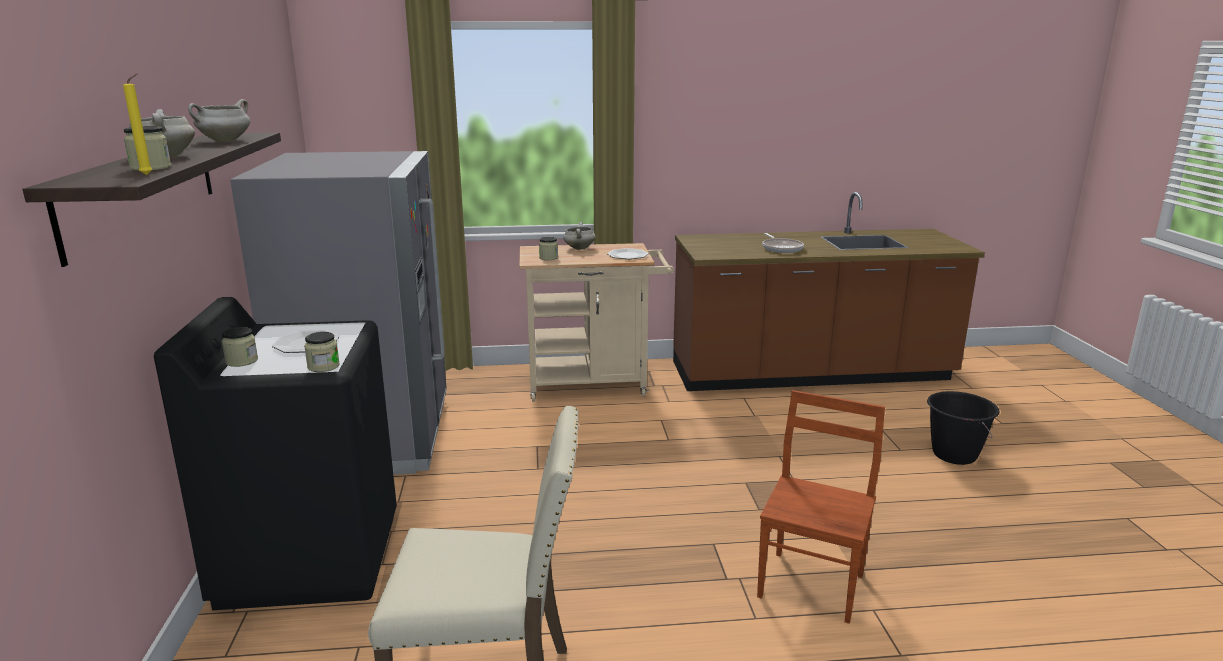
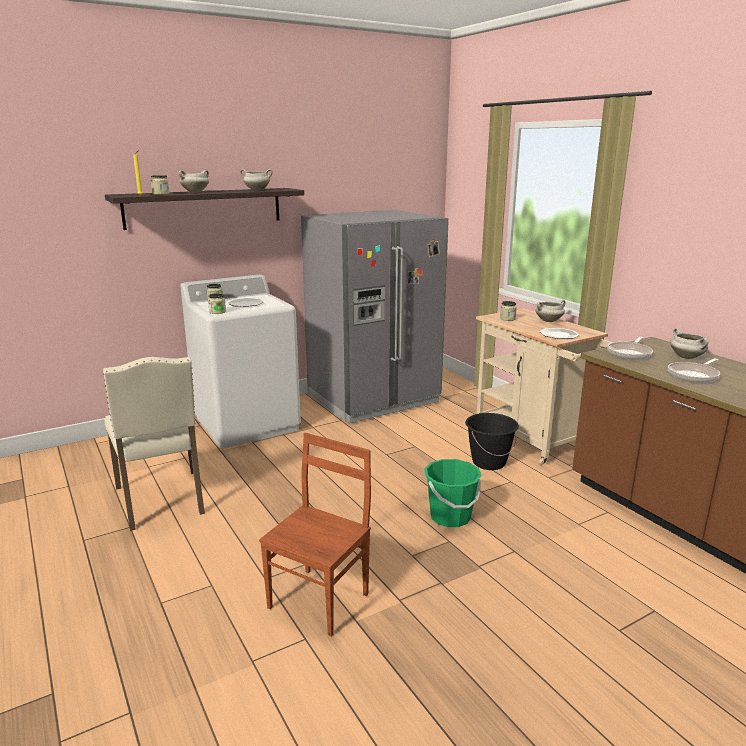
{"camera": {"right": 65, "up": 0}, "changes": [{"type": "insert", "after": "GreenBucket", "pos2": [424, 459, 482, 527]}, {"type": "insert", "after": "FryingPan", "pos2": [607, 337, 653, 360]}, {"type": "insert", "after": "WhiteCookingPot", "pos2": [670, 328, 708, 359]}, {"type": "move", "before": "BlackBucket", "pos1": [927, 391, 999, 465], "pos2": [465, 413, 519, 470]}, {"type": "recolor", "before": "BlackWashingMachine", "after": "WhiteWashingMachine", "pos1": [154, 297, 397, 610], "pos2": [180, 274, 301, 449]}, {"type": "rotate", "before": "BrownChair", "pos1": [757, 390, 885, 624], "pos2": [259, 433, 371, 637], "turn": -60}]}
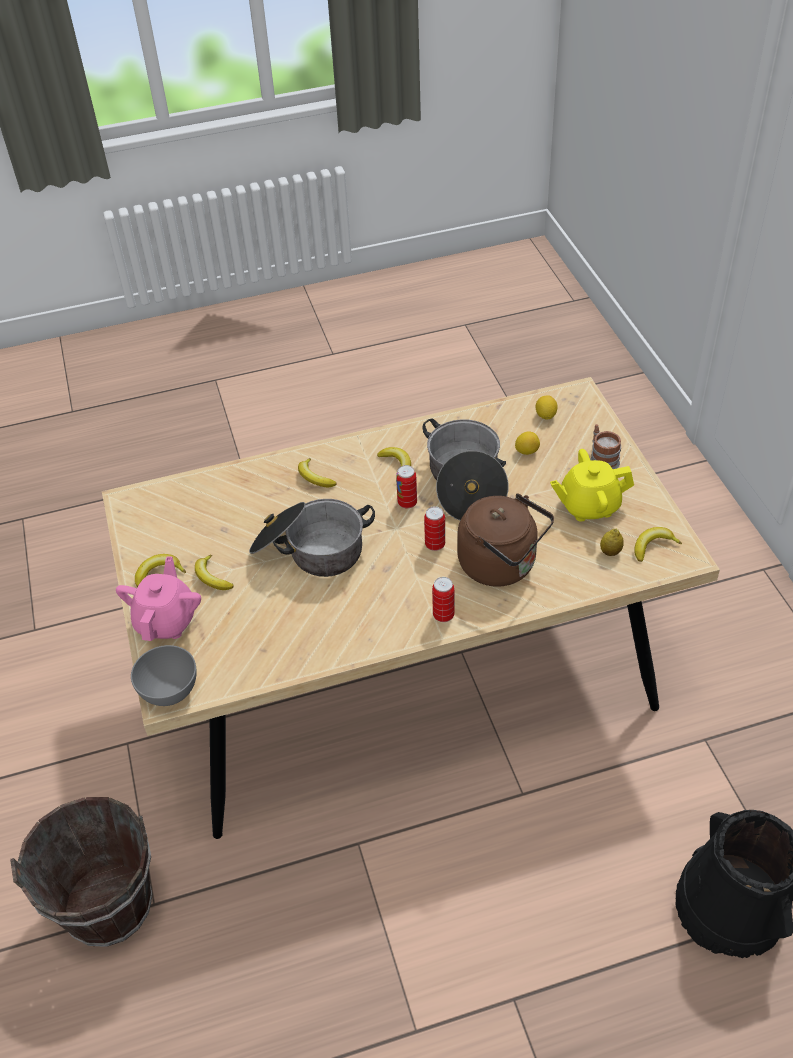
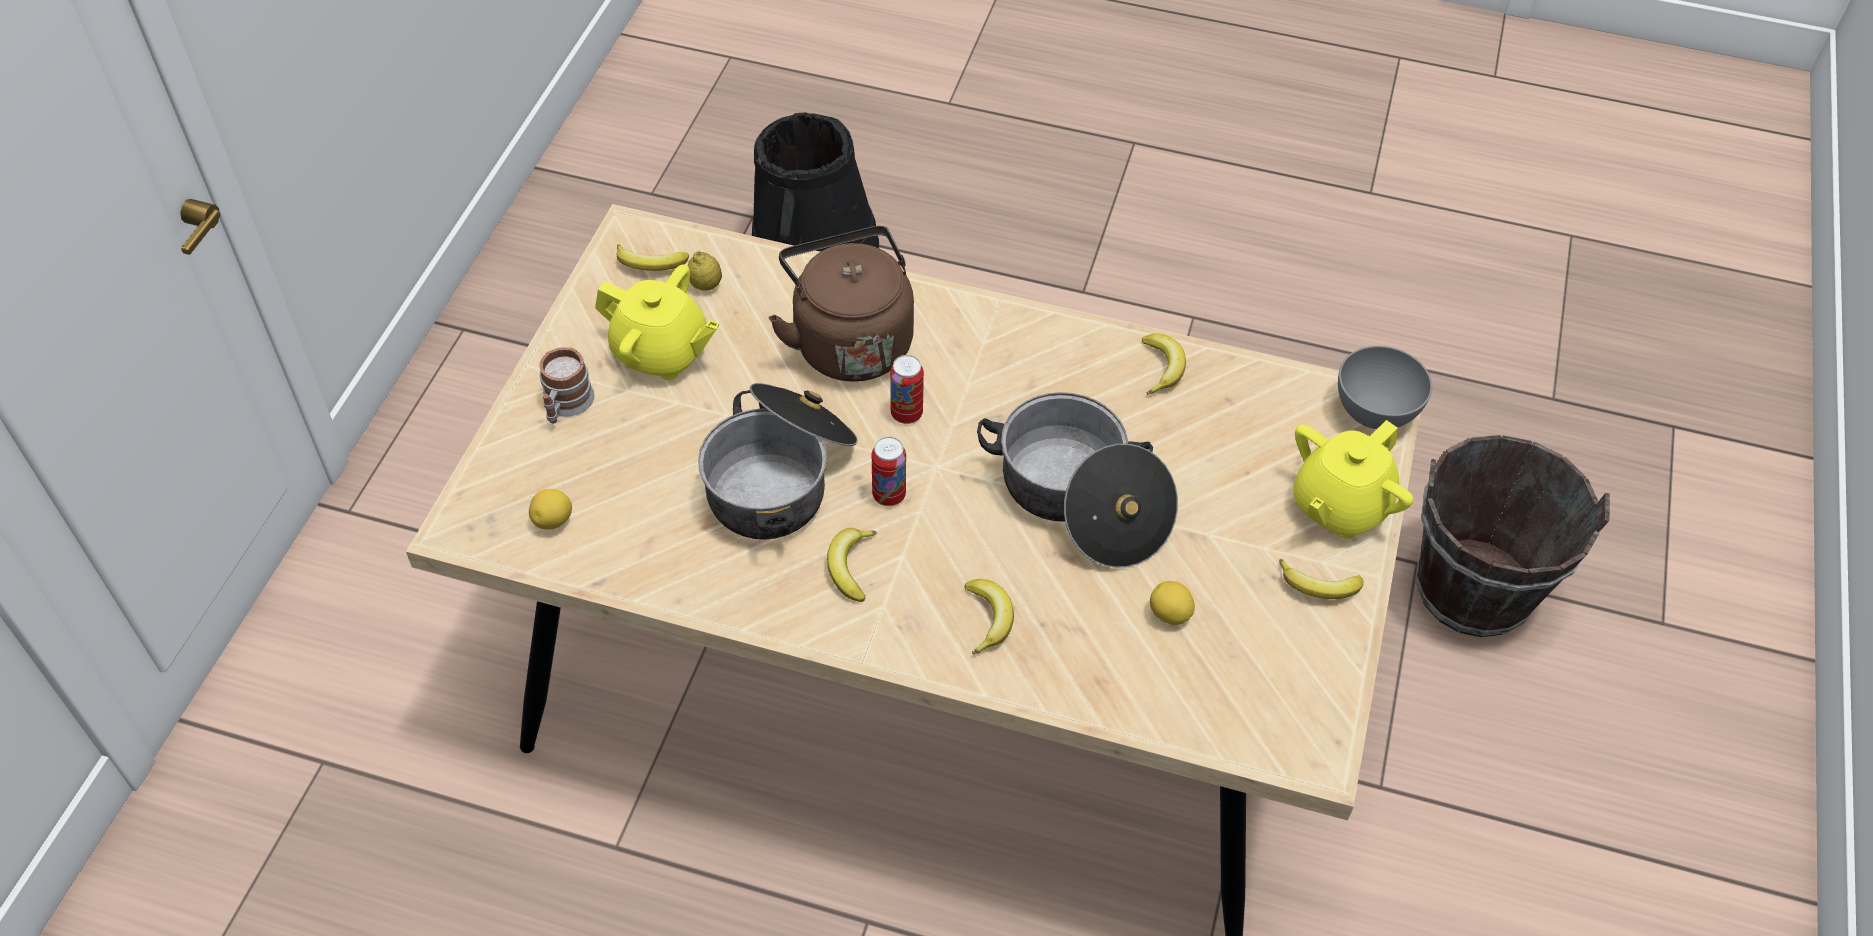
{"camera": {"right": -150, "up": 5}, "changes": [{"type": "delete", "before": "Can", "pos1": [432, 577, 455, 622]}, {"type": "move", "before": "Banana", "pos1": [195, 555, 234, 590], "pos2": [1142, 334, 1186, 394]}, {"type": "move", "before": "Lemon", "pos1": [515, 432, 540, 455], "pos2": [1150, 581, 1195, 625]}, {"type": "recolor", "before": "PinkTeapot", "after": "YellowTeapot", "pos1": [116, 556, 201, 641], "pos2": [1293, 420, 1414, 539]}]}
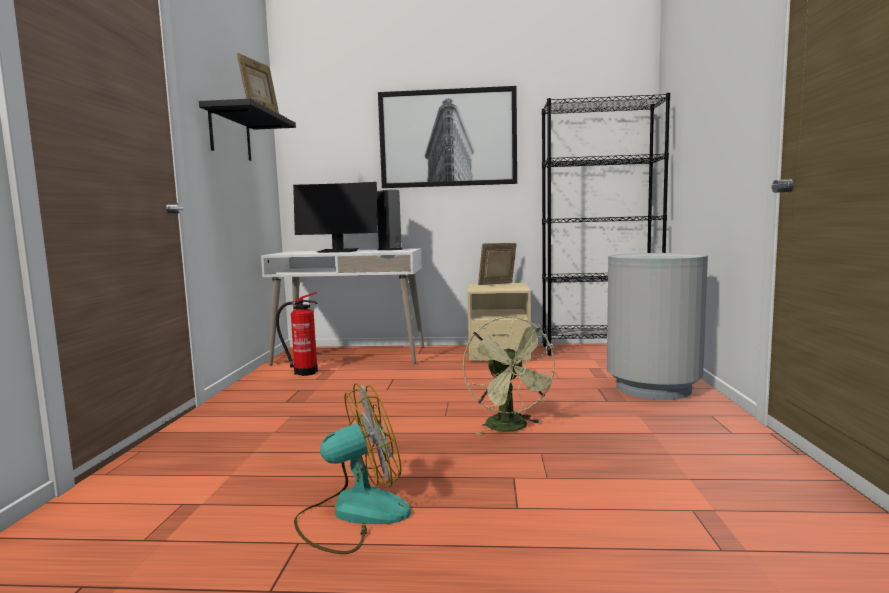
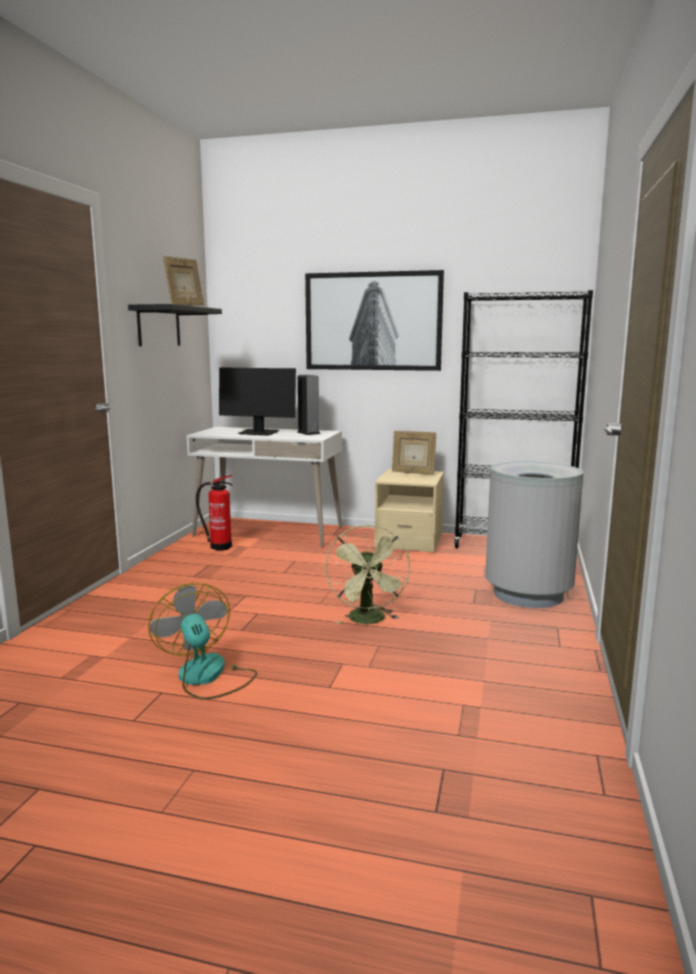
{"camera": {"right": 10, "up": 5}, "changes": [{"type": "rotate", "before": "Fan", "pos1": [294, 383, 411, 554], "pos2": [148, 583, 257, 700], "turn": -105}, {"type": "rotate", "before": "PictureFrame", "pos1": [478, 243, 517, 285], "pos2": [392, 431, 436, 475], "turn": -120}]}
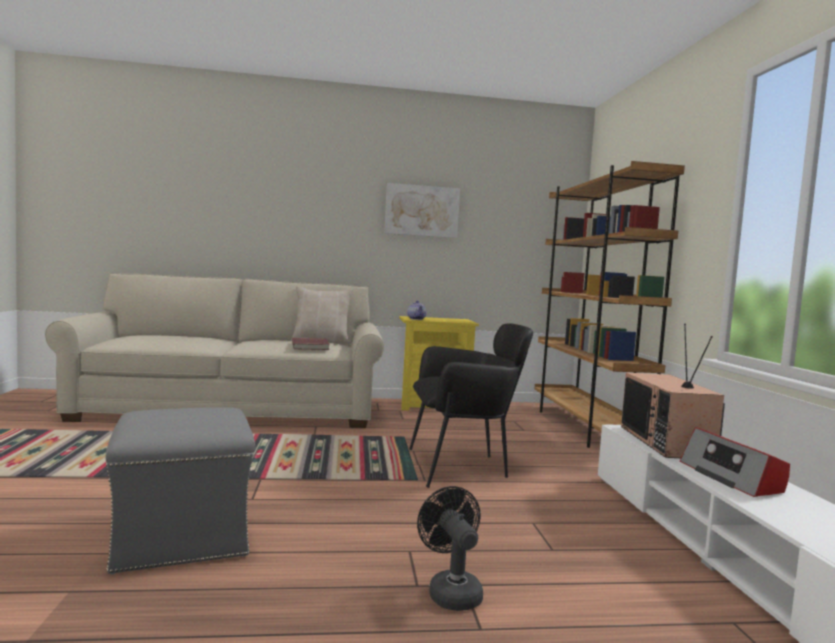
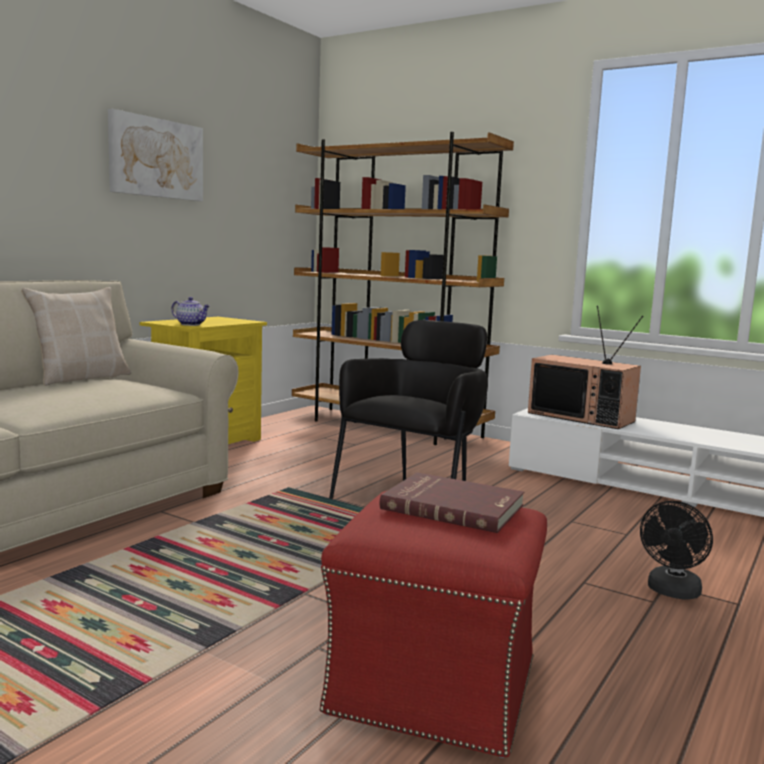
{"camera": {"right": -50, "up": 5}, "changes": [{"type": "delete", "before": "Radio", "pos1": [680, 427, 790, 497]}, {"type": "move", "before": "RedBook", "pos1": [292, 338, 330, 350], "pos2": [380, 473, 524, 533]}, {"type": "recolor", "before": "GreyOttoman", "after": "RedOttoman", "pos1": [105, 407, 255, 574], "pos2": [320, 491, 547, 758]}, {"type": "rotate", "before": "BlackFan", "pos1": [417, 486, 483, 611], "pos2": [640, 501, 713, 600], "turn": -75}]}
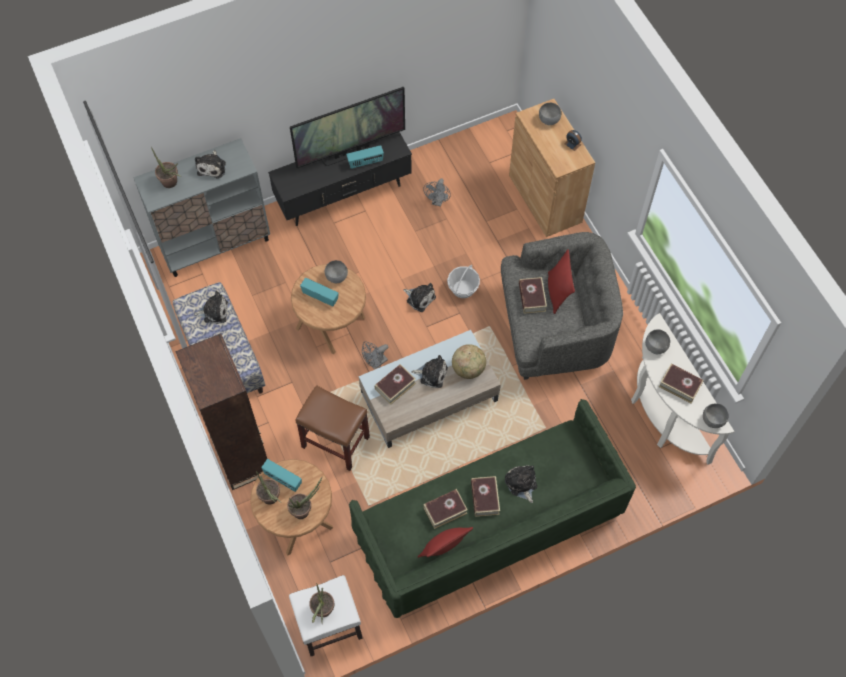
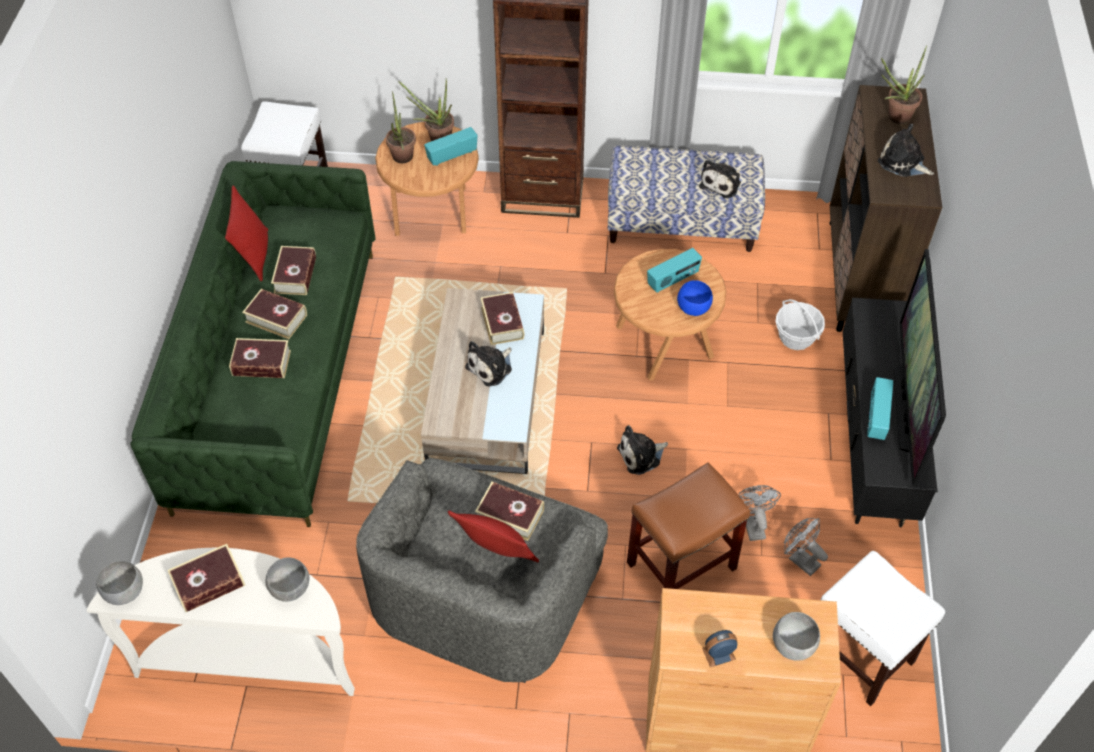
{"camera": {"right": 120, "up": -10}, "changes": [{"type": "delete", "before": "PottedPlant", "pos1": [309, 583, 334, 624]}, {"type": "delete", "before": "Globe", "pos1": [452, 344, 486, 379]}, {"type": "insert", "after": "WhiteStool", "pos2": [821, 551, 945, 706]}, {"type": "move", "before": "BrownStool", "pos1": [295, 385, 370, 471], "pos2": [627, 462, 750, 589]}, {"type": "move", "before": "GreyFan", "pos1": [362, 342, 388, 370], "pos2": [738, 485, 781, 541]}, {"type": "move", "before": "Basket", "pos1": [447, 265, 480, 298], "pos2": [775, 299, 825, 350]}, {"type": "replace", "before": "PlushToy", "after": "Book", "pos1": [505, 465, 537, 503], "pos2": [229, 338, 291, 378]}, {"type": "recolor", "before": "GreyCabinet", "after": "BrownCabinet", "pos1": [134, 138, 270, 277], "pos2": [829, 85, 942, 332]}, {"type": "recolor", "before": "GreyBowl", "after": "BlueBowl", "pos1": [325, 260, 348, 283], "pos2": [677, 280, 713, 316]}]}
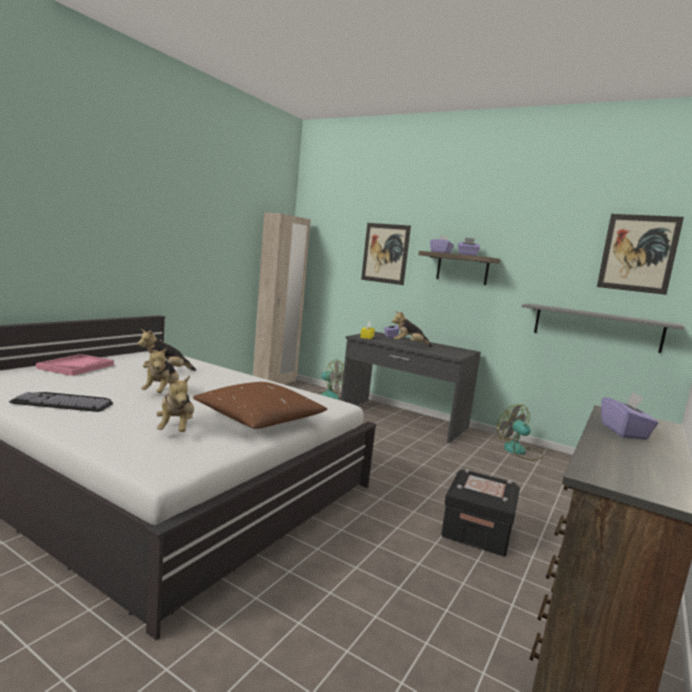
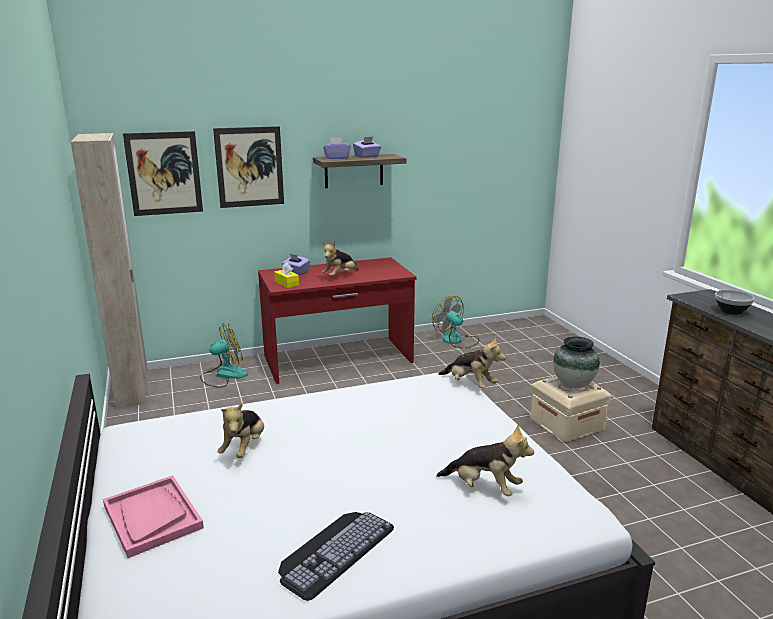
{"camera": {"right": -50, "up": 10}, "changes": [{"type": "delete", "before": "BrownPillow", "pos1": [193, 382, 327, 429]}, {"type": "delete", "before": "GreyShelf", "pos1": [522, 303, 684, 353]}, {"type": "insert", "after": "Vase", "pos2": [553, 336, 600, 388]}, {"type": "move", "before": "PlushToy", "pos1": [141, 347, 179, 393], "pos2": [438, 337, 506, 388]}, {"type": "move", "before": "Picture", "pos1": [597, 214, 684, 295], "pos2": [123, 131, 203, 216]}, {"type": "replace", "before": "PurpleTissueBox", "after": "Bowl", "pos1": [601, 392, 658, 440], "pos2": [715, 290, 755, 315]}, {"type": "recolor", "before": "GreyDesk", "after": "RedDesk", "pos1": [341, 331, 481, 444], "pos2": [258, 257, 416, 384]}, {"type": "recolor", "before": "BlackStorageBox", "after": "BeigeStorageBox", "pos1": [441, 469, 520, 556], "pos2": [530, 376, 611, 442]}, {"type": "rotate", "before": "Fan", "pos1": [497, 404, 543, 461], "pos2": [432, 296, 479, 349], "turn": 45}]}
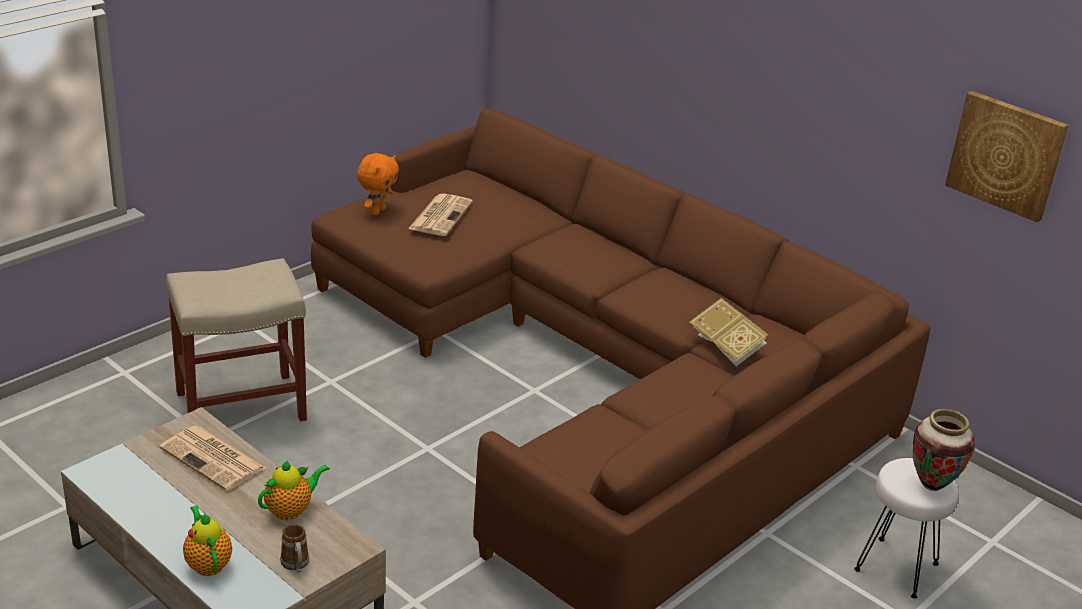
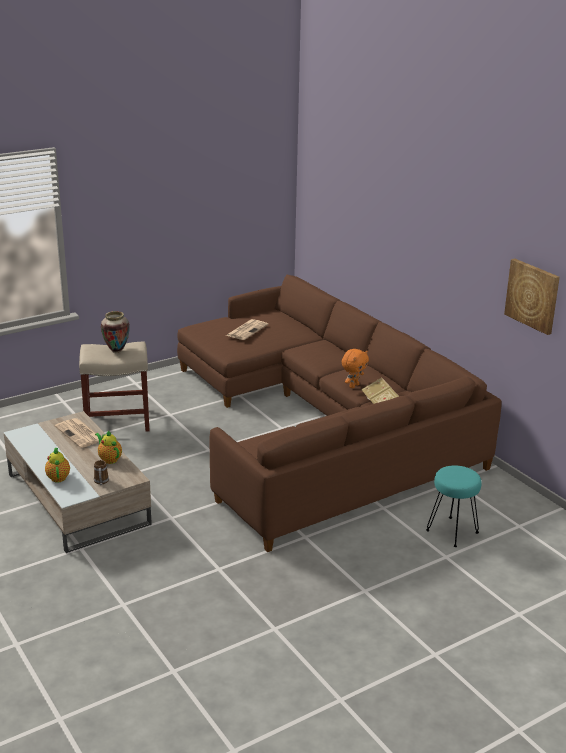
{"camera": {"right": 15, "up": -5}, "changes": [{"type": "move", "before": "OrangePlushToy", "pos1": [357, 153, 399, 215], "pos2": [342, 349, 369, 388]}, {"type": "move", "before": "Vase", "pos1": [913, 409, 975, 491], "pos2": [101, 311, 130, 353]}, {"type": "recolor", "before": "WhiteStool", "after": "TurquoiseStool", "pos1": [854, 458, 959, 598], "pos2": [426, 465, 482, 547]}, {"type": "rotate", "before": "Teapot", "pos1": [258, 460, 330, 520], "pos2": [95, 430, 122, 464], "turn": -105}]}
